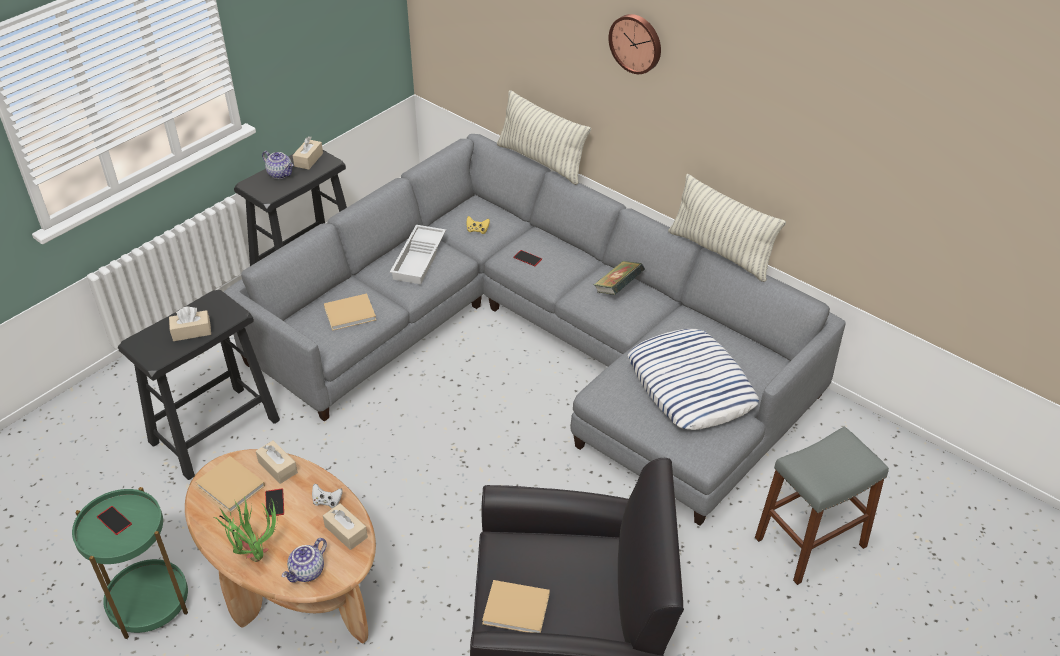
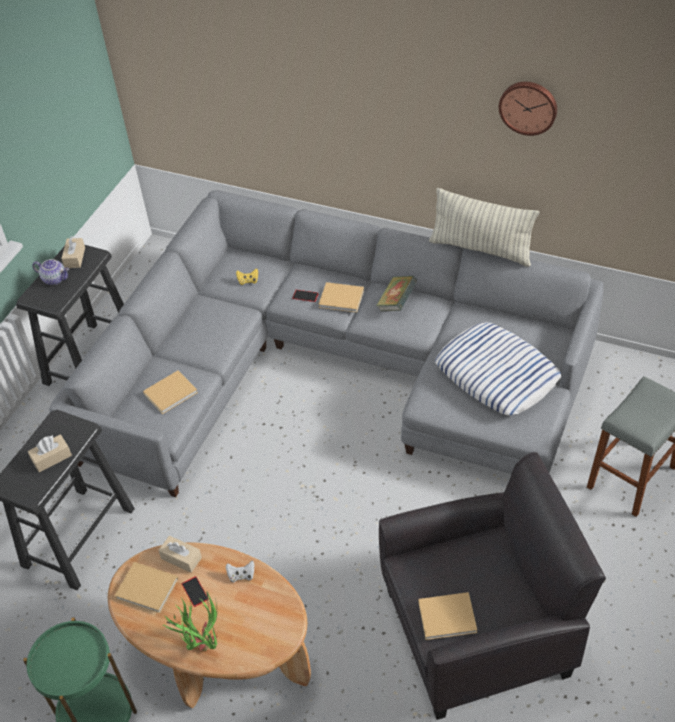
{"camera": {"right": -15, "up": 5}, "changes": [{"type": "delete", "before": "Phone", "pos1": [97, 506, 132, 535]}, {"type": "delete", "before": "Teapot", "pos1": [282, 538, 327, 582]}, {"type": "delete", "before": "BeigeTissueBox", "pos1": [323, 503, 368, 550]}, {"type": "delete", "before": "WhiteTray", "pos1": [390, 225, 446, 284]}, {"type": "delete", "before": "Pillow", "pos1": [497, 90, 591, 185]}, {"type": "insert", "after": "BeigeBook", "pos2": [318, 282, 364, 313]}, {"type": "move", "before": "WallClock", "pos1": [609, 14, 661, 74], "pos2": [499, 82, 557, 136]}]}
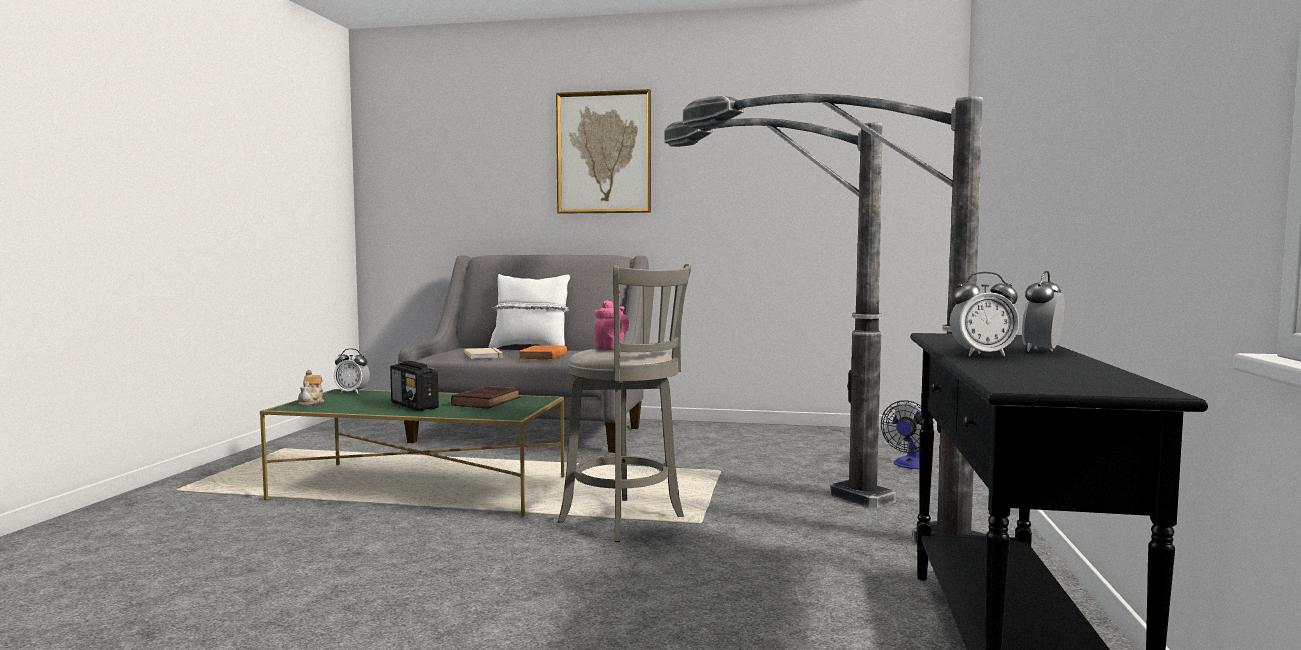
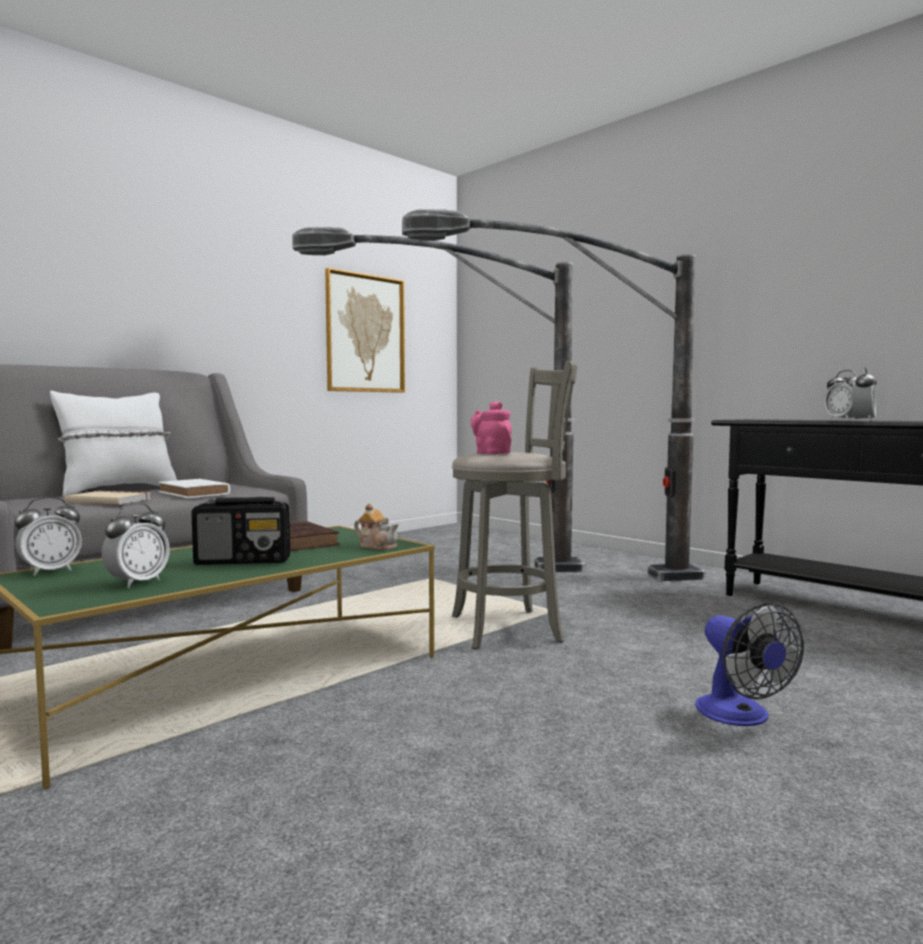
{"camera": {"right": -55, "up": 0}, "changes": [{"type": "insert", "after": "AlarmClock", "pos2": [102, 503, 170, 588]}, {"type": "move", "before": "Teapot", "pos1": [298, 370, 324, 406], "pos2": [354, 503, 399, 550]}, {"type": "move", "before": "Picture", "pos1": [556, 89, 651, 214], "pos2": [325, 268, 405, 393]}, {"type": "move", "before": "Fan", "pos1": [881, 400, 934, 469], "pos2": [695, 603, 804, 726]}, {"type": "recolor", "before": "OrangeBook", "after": "WhiteBook", "pos1": [518, 345, 567, 360], "pos2": [158, 479, 230, 498]}]}
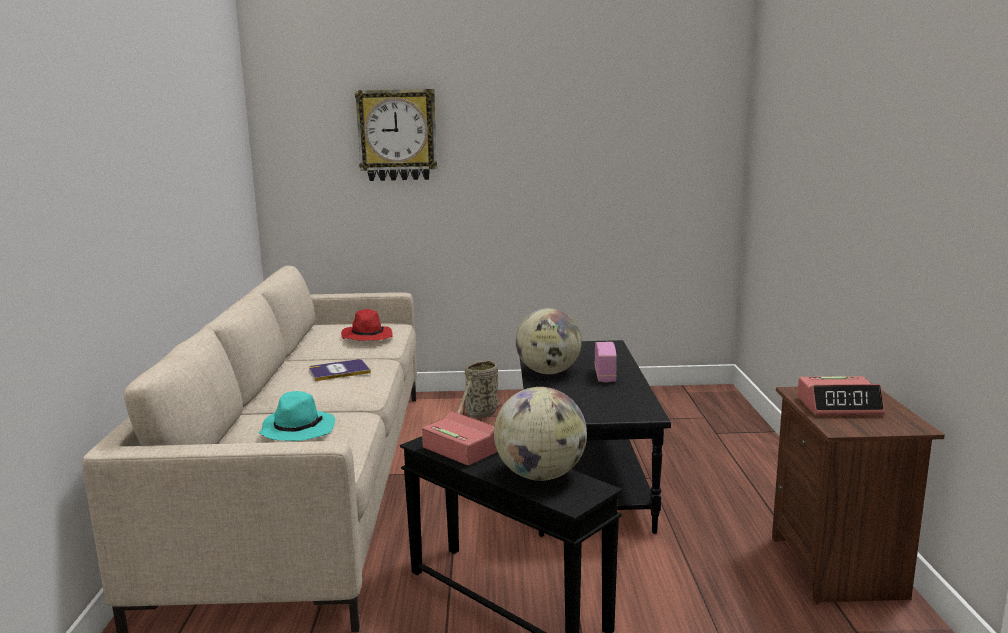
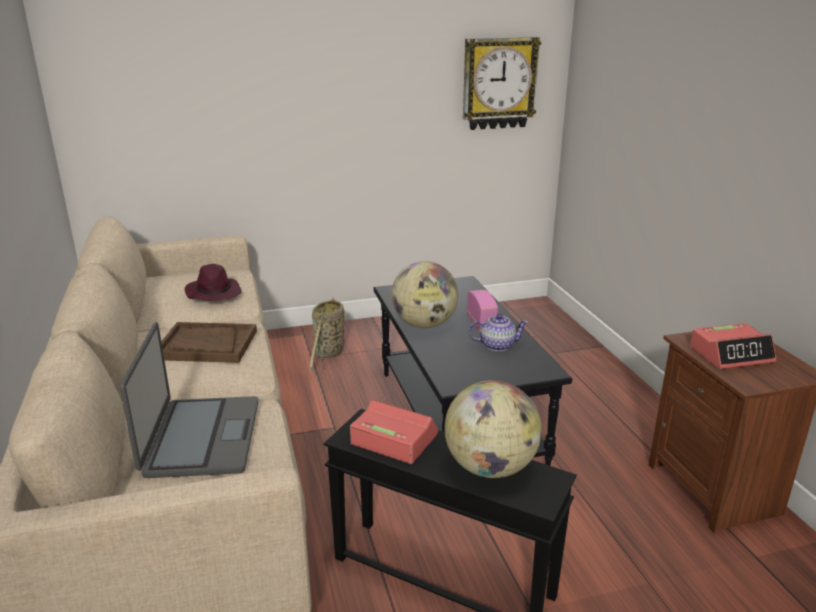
{"camera": {"right": -15, "up": 10}, "changes": [{"type": "insert", "after": "Teapot", "pos2": [469, 314, 529, 351]}, {"type": "move", "before": "WallClock", "pos1": [355, 89, 438, 181], "pos2": [463, 37, 541, 130]}, {"type": "replace", "before": "TurquoiseHat", "after": "Laptop", "pos1": [258, 391, 335, 441], "pos2": [120, 322, 258, 478]}, {"type": "replace", "before": "Book", "after": "BrownTray", "pos1": [309, 359, 371, 381], "pos2": [161, 322, 257, 363]}, {"type": "recolor", "before": "RedHat", "after": "PurpleHat", "pos1": [341, 309, 393, 341], "pos2": [185, 264, 242, 301]}]}
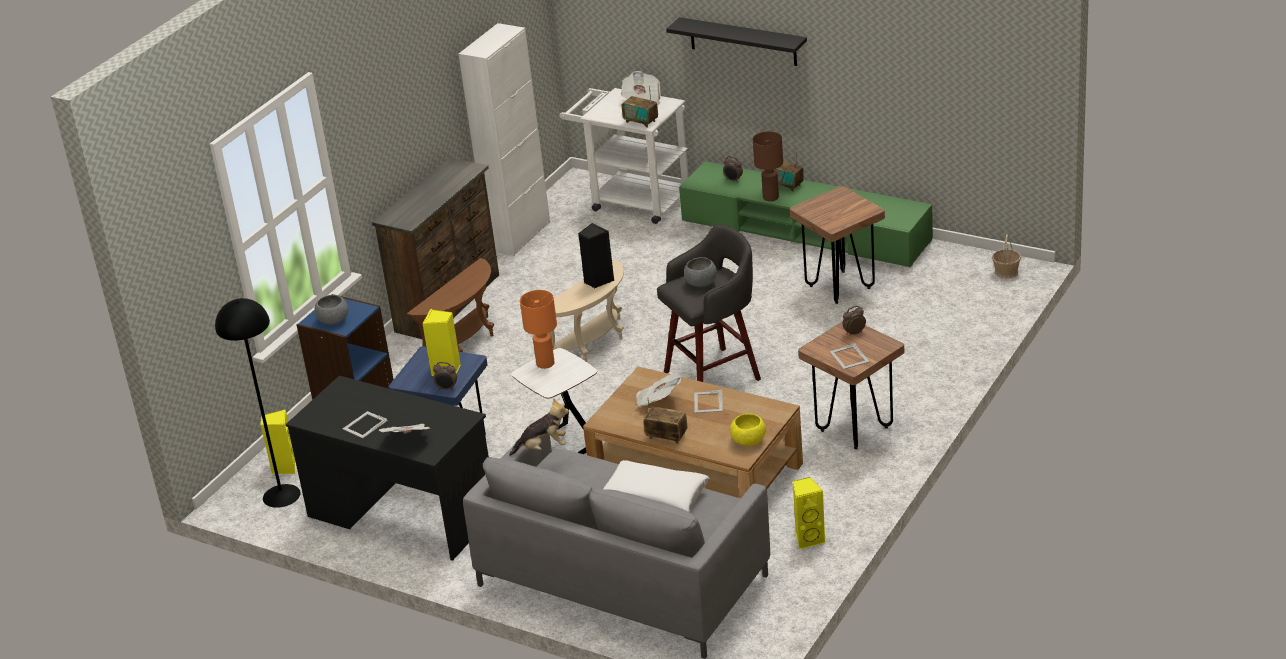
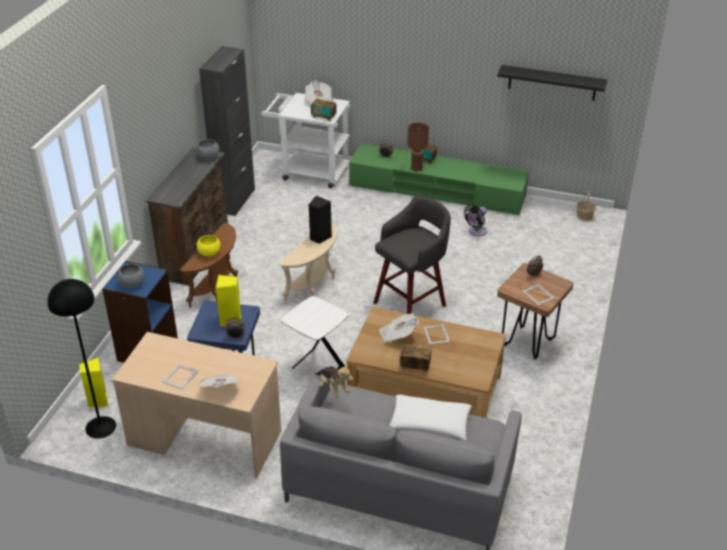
{"camera": {"right": -15, "up": 5}, "changes": [{"type": "delete", "before": "OrangeTableLamp", "pos1": [520, 290, 557, 369]}, {"type": "delete", "before": "YellowSpeaker", "pos1": [793, 477, 826, 549]}, {"type": "move", "before": "BlackShelf", "pos1": [666, 17, 807, 66], "pos2": [497, 65, 607, 101]}, {"type": "move", "before": "GreyBowl", "pos1": [684, 257, 717, 287], "pos2": [196, 139, 219, 160]}, {"type": "move", "before": "YellowBowl", "pos1": [730, 414, 766, 446], "pos2": [196, 235, 221, 257]}, {"type": "replace", "before": "BrownStool", "after": "BlackFan", "pos1": [790, 186, 885, 304], "pos2": [464, 204, 487, 236]}, {"type": "recolor", "before": "BlackDesk", "after": "BeigeDesk", "pos1": [286, 376, 489, 561], "pos2": [112, 332, 281, 478]}, {"type": "recolor", "before": "WhiteCabinet", "after": "BlackCabinet", "pos1": [459, 23, 550, 256], "pos2": [199, 46, 255, 216]}, {"type": "rotate", "before": "PlushToy", "pos1": [509, 398, 569, 456], "pos2": [314, 364, 353, 398], "turn": 75}]}
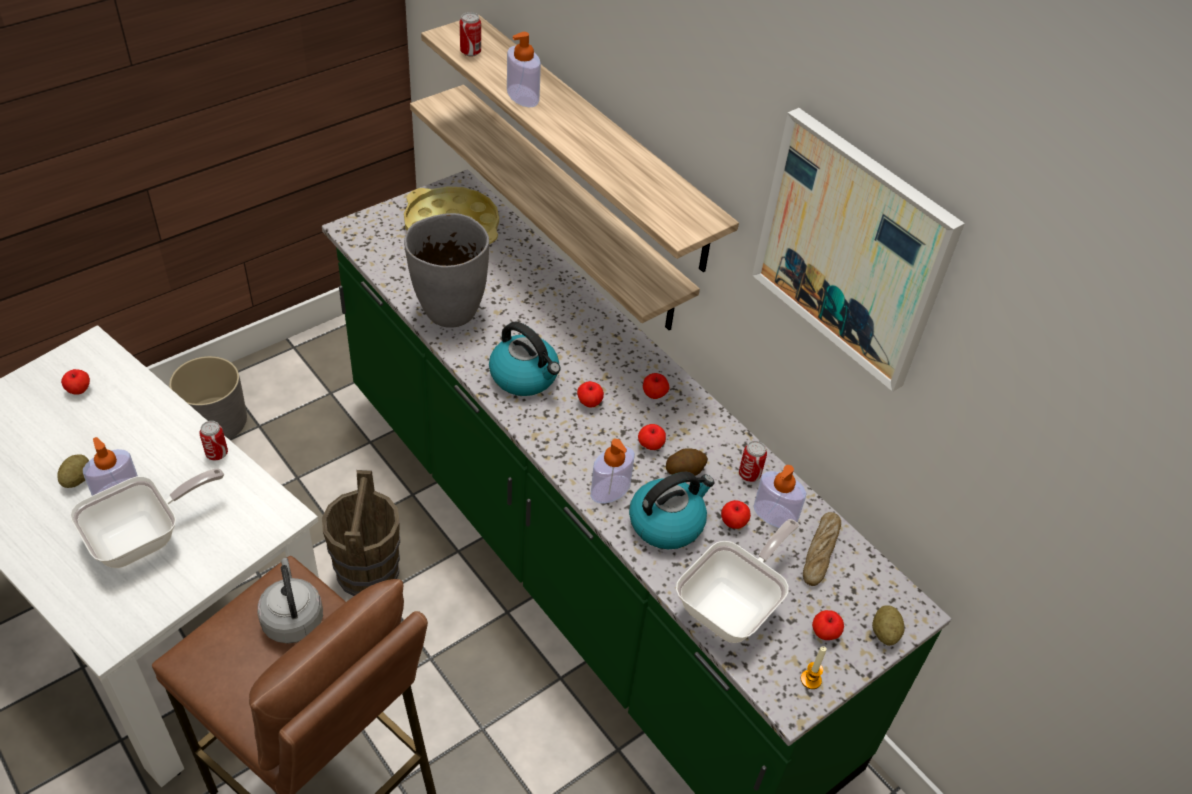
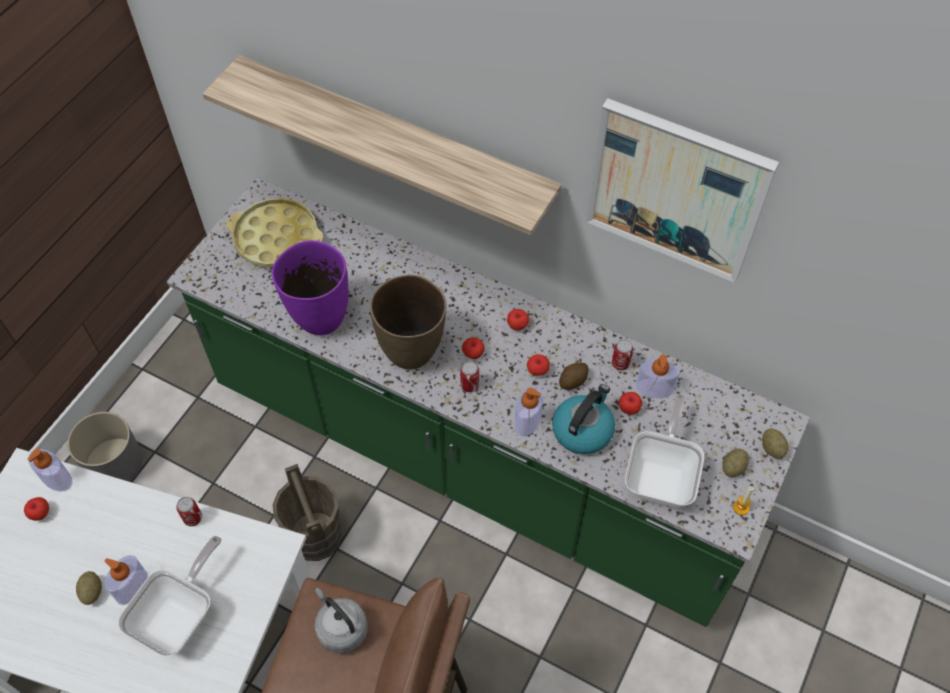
{"camera": {"right": -20, "up": 10}, "changes": [{"type": "delete", "before": "Shelf", "pos1": [410, 85, 700, 330]}, {"type": "delete", "before": "Bread", "pos1": [803, 512, 841, 586]}, {"type": "move", "before": "Can", "pos1": [460, 12, 481, 57], "pos2": [460, 361, 479, 393]}, {"type": "move", "before": "SoapDispenser", "pos1": [507, 32, 541, 107], "pos2": [28, 449, 72, 492]}, {"type": "replace", "before": "Kettle", "after": "BrownVase", "pos1": [489, 322, 561, 396], "pos2": [370, 275, 446, 369]}, {"type": "replace", "before": "Apple", "after": "Potato", "pos1": [812, 610, 844, 640], "pos2": [722, 449, 749, 477]}, {"type": "recolor", "before": "GreyVase", "after": "PurpleVase", "pos1": [404, 213, 489, 328], "pos2": [272, 240, 349, 335]}]}
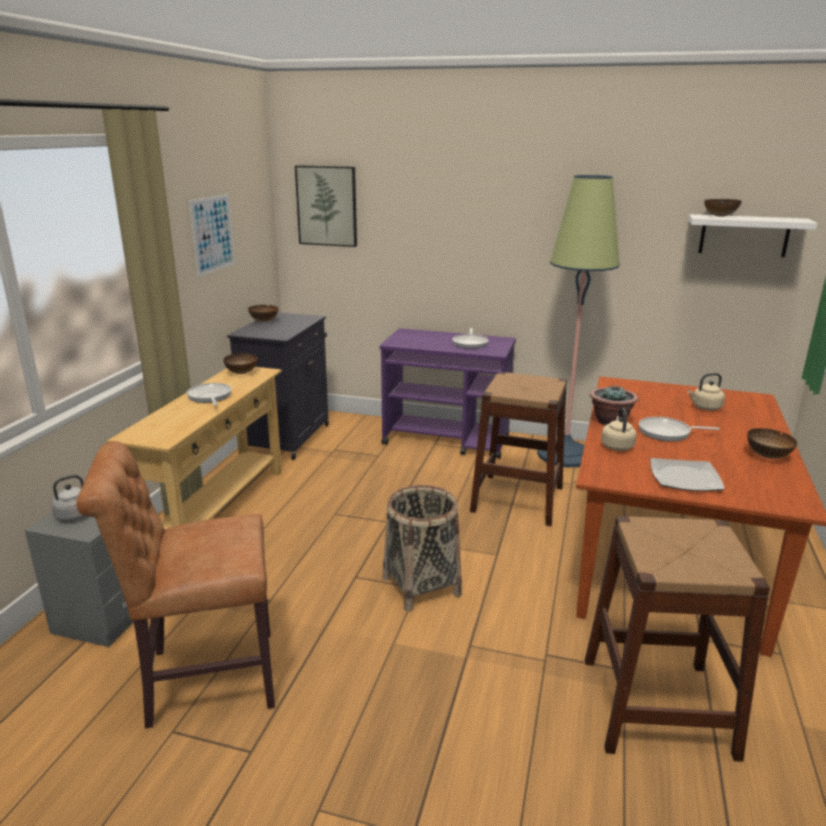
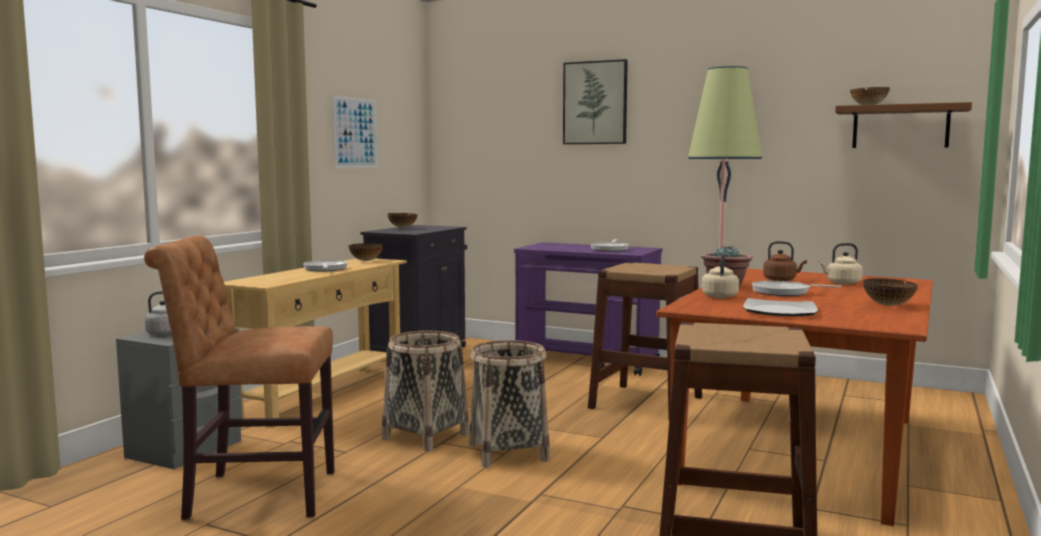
{"camera": {"right": 10, "up": -15}, "changes": [{"type": "insert", "after": "Basket", "pos2": [382, 331, 470, 452]}, {"type": "insert", "after": "BrownKettle", "pos2": [763, 241, 807, 281]}, {"type": "move", "before": "Picture", "pos1": [295, 165, 357, 247], "pos2": [563, 59, 628, 144]}, {"type": "recolor", "before": "WhiteShelf", "after": "BrownShelf", "pos1": [689, 214, 818, 257], "pos2": [835, 102, 972, 148]}]}
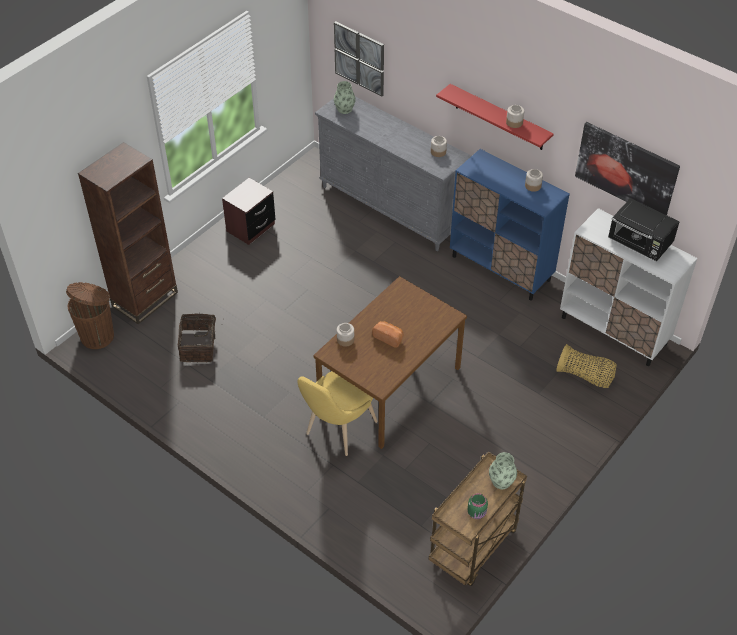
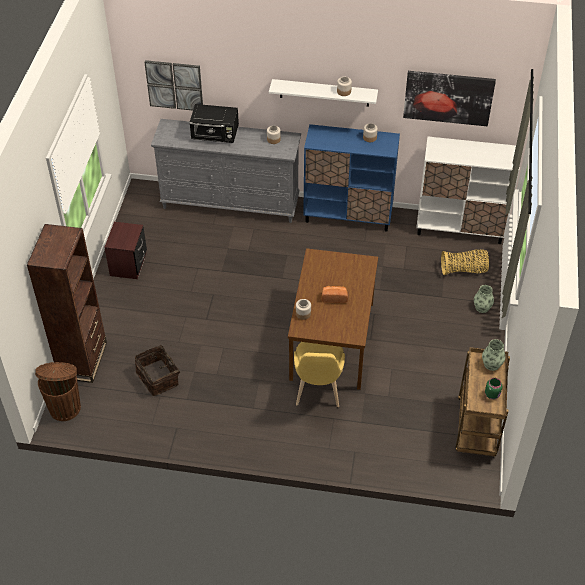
{"camera": {"right": -30, "up": 0}, "changes": [{"type": "move", "before": "Vase", "pos1": [334, 81, 356, 114], "pos2": [474, 285, 494, 313]}, {"type": "move", "before": "BlackMicrowave", "pos1": [608, 198, 679, 261], "pos2": [189, 104, 239, 143]}, {"type": "recolor", "before": "RedShelf", "after": "WhiteShelf", "pos1": [436, 84, 554, 150], "pos2": [269, 79, 378, 107]}]}
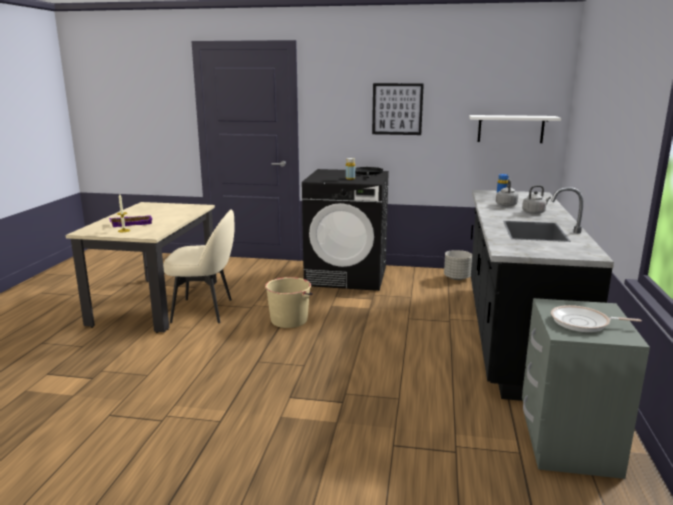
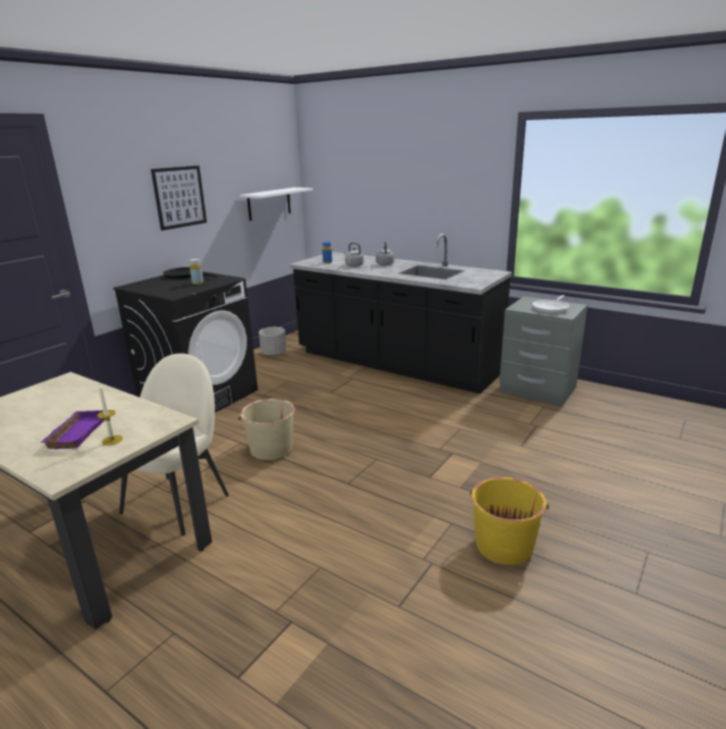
{"camera": {"right": -65, "up": 5}, "changes": [{"type": "insert", "after": "YellowBucket", "pos2": [470, 477, 549, 565]}]}
